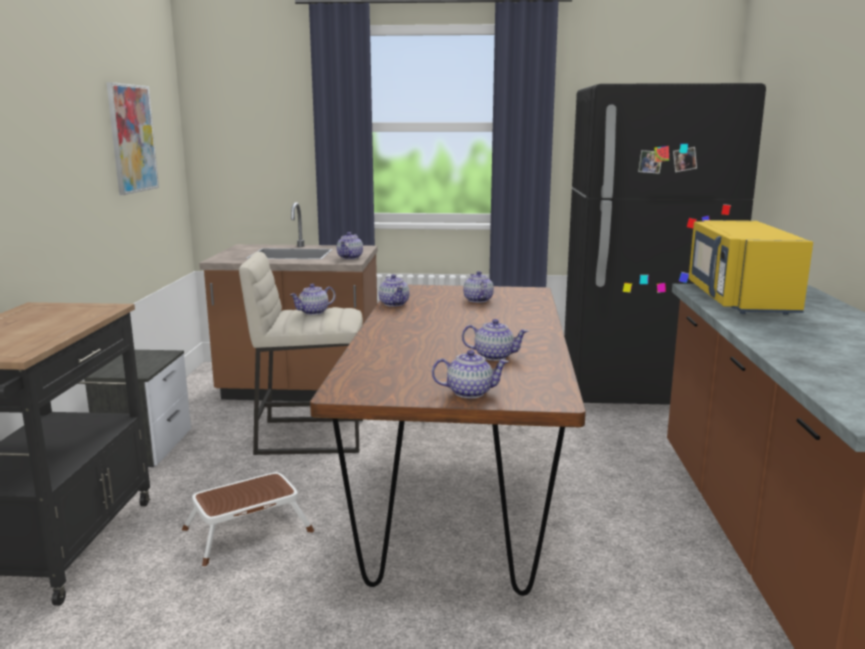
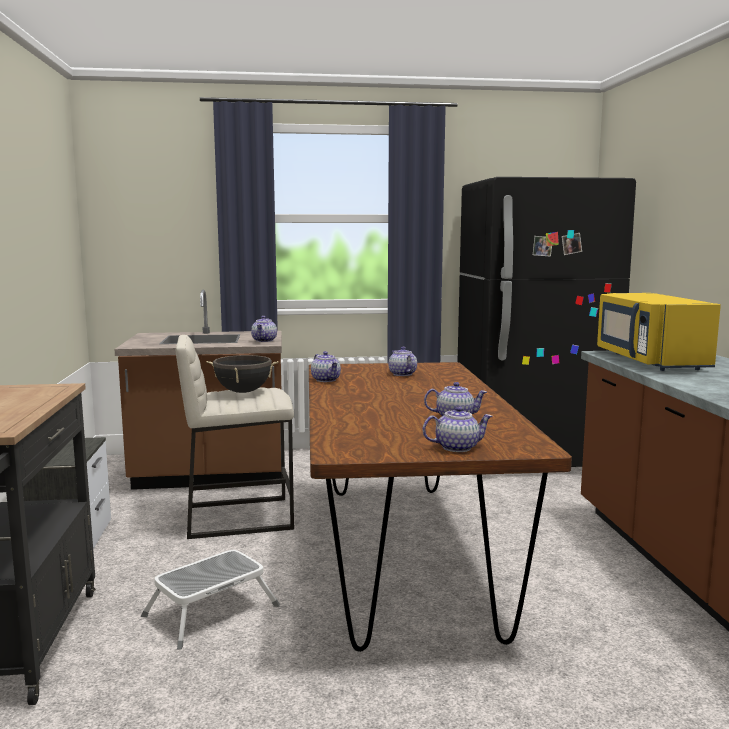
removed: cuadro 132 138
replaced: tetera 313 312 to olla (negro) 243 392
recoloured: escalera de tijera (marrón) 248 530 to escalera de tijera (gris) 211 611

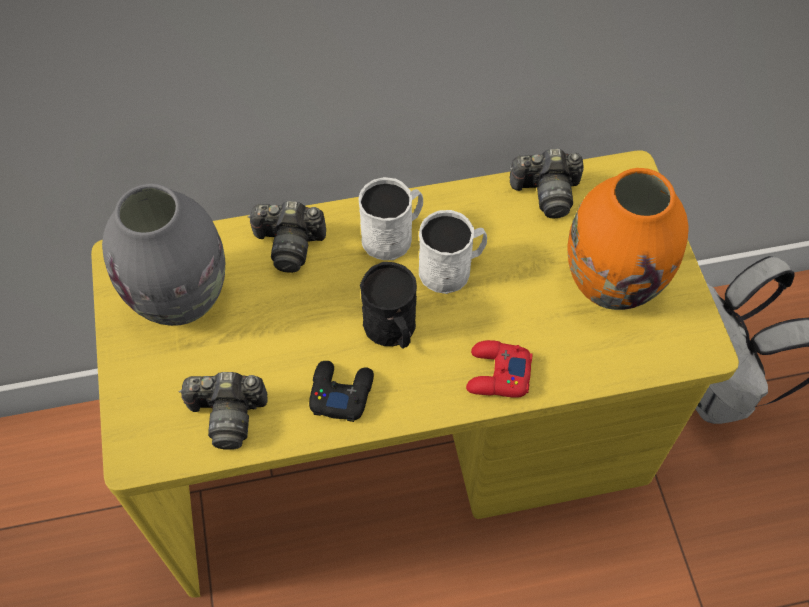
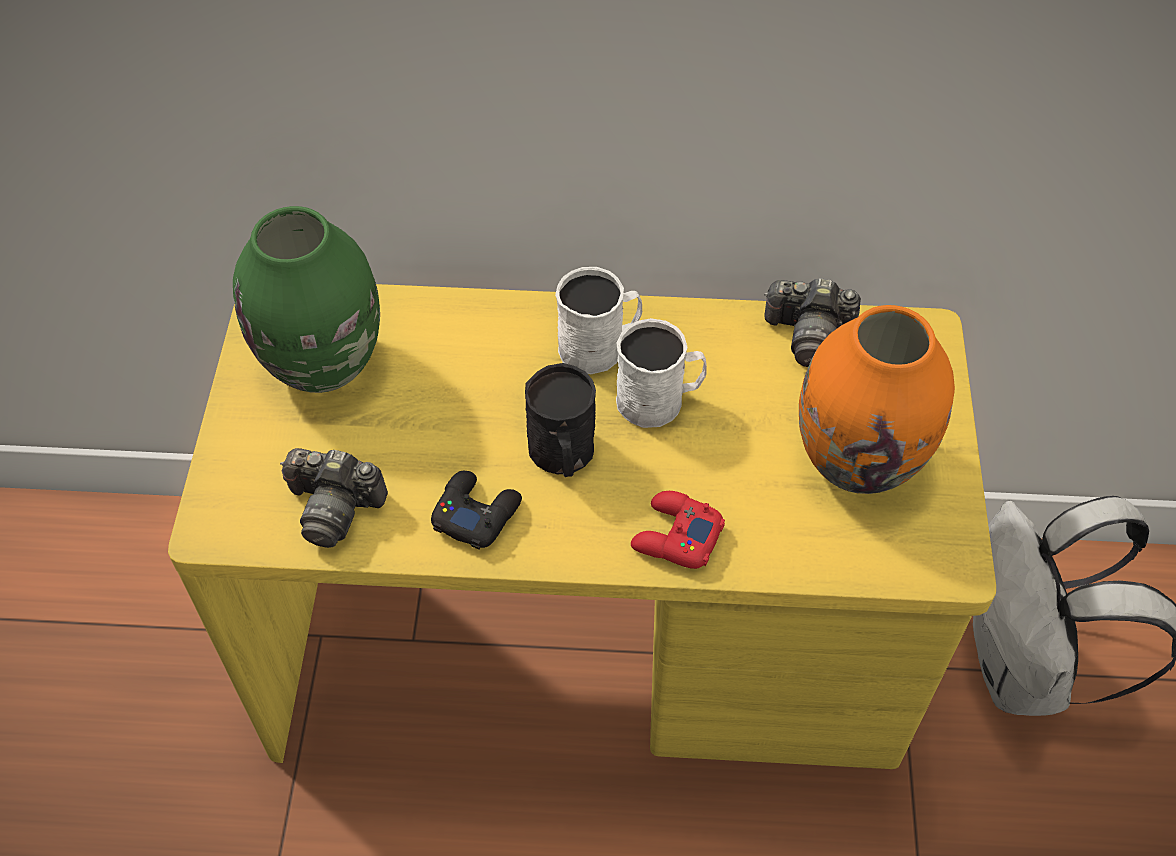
removed: cámara 289 244
recoloured: florero (gris) 182 297 to florero (verde) 324 363

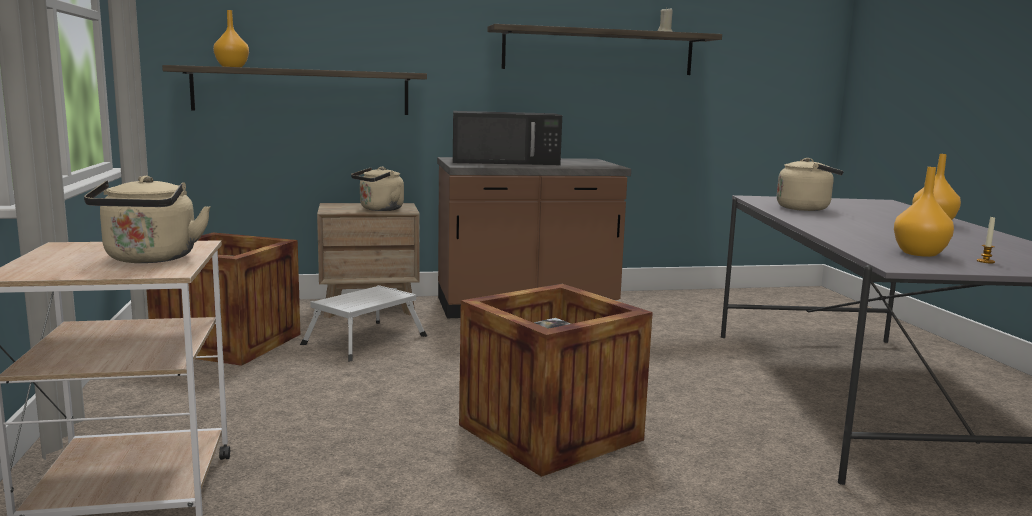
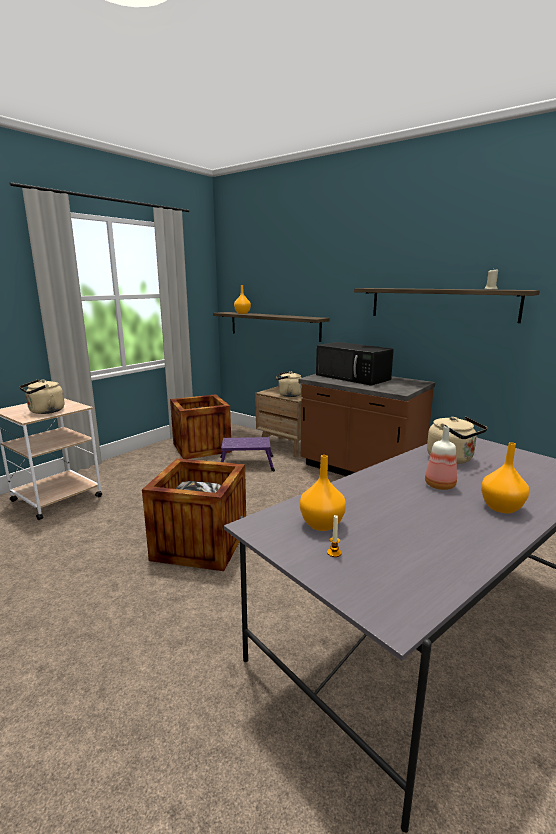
added: botella 441 486
recoloured: escalera de tijera (blanco) 365 340 to escalera de tijera (morado) 247 463

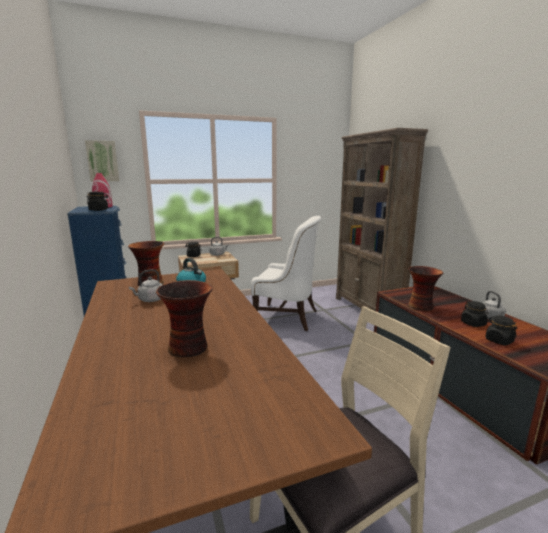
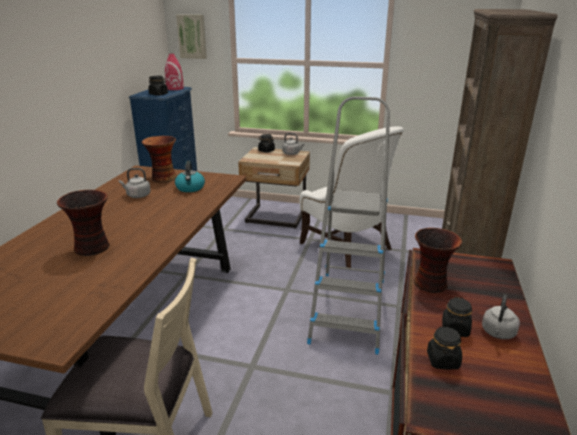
added: escalera de tijera (gris) 349 309

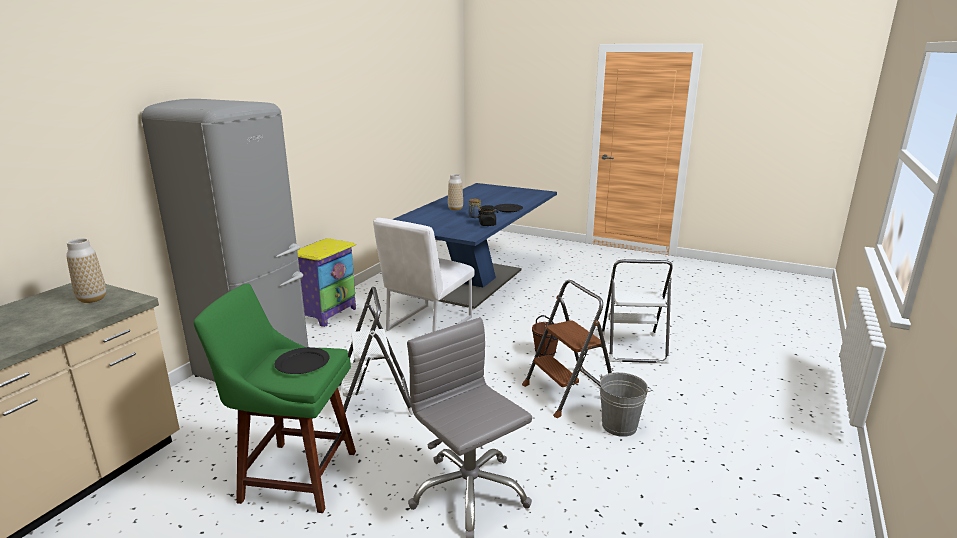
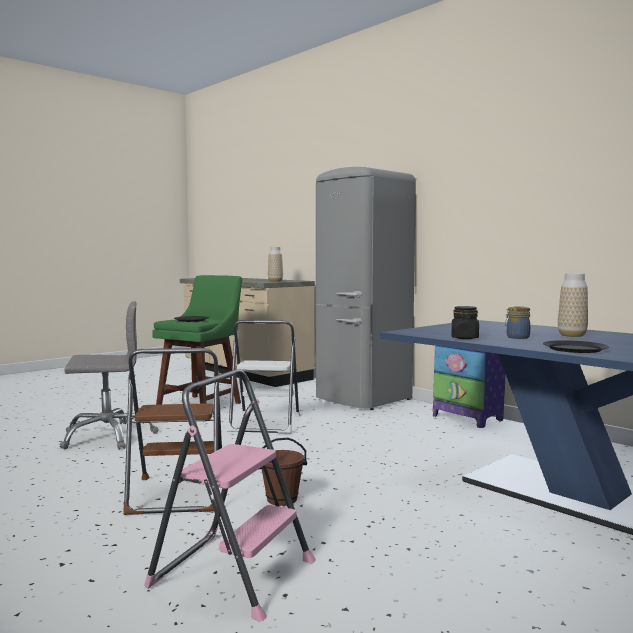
removed: silla (blanco) 427 324; cubo (gris) 619 426
recoloured: escalera de tijera (blanco) 632 349 to escalera de tijera (rosa) 227 571

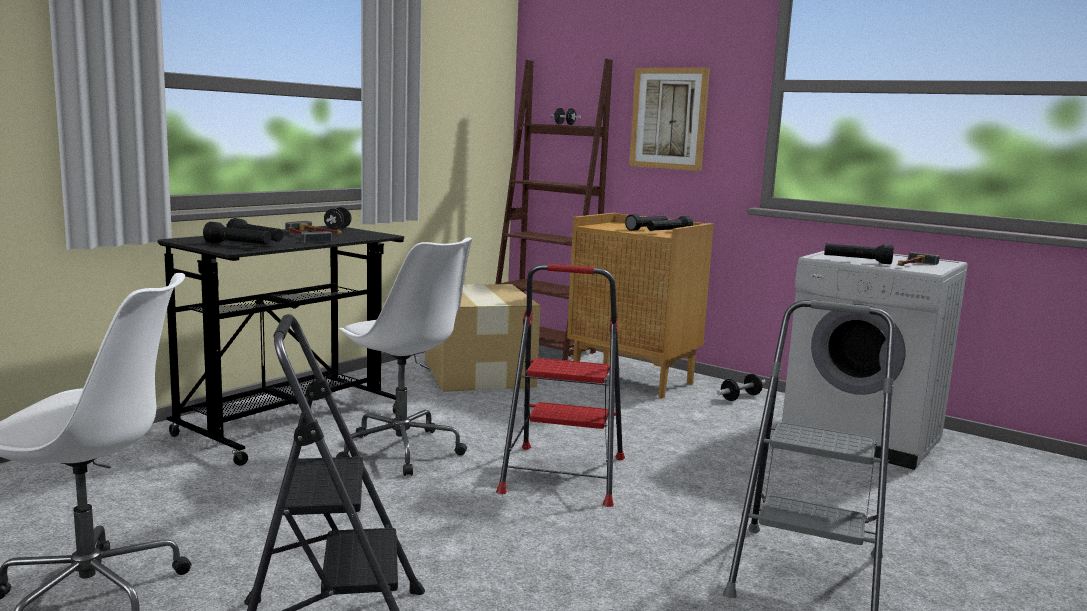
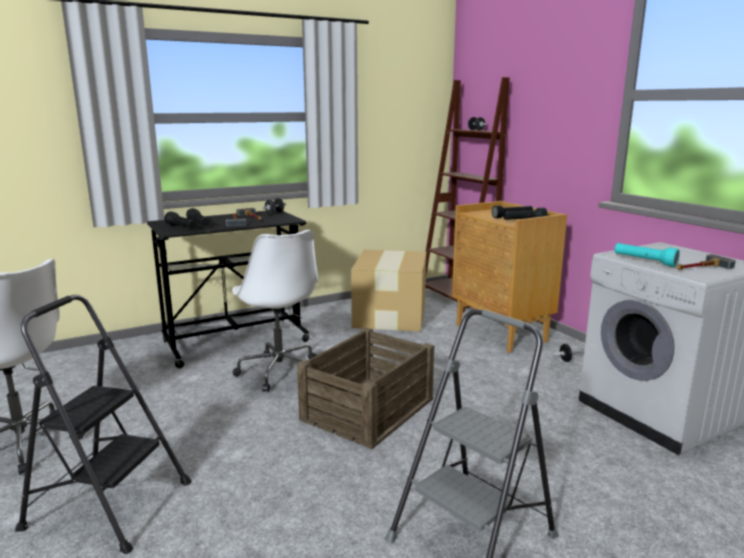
removed: cuadro 668 118
replaced: escalera de tijera (rojo) 562 475 to caja de embalaje 367 409
recoloured: linterna (negro) 857 261 to linterna (turquesa) 644 261

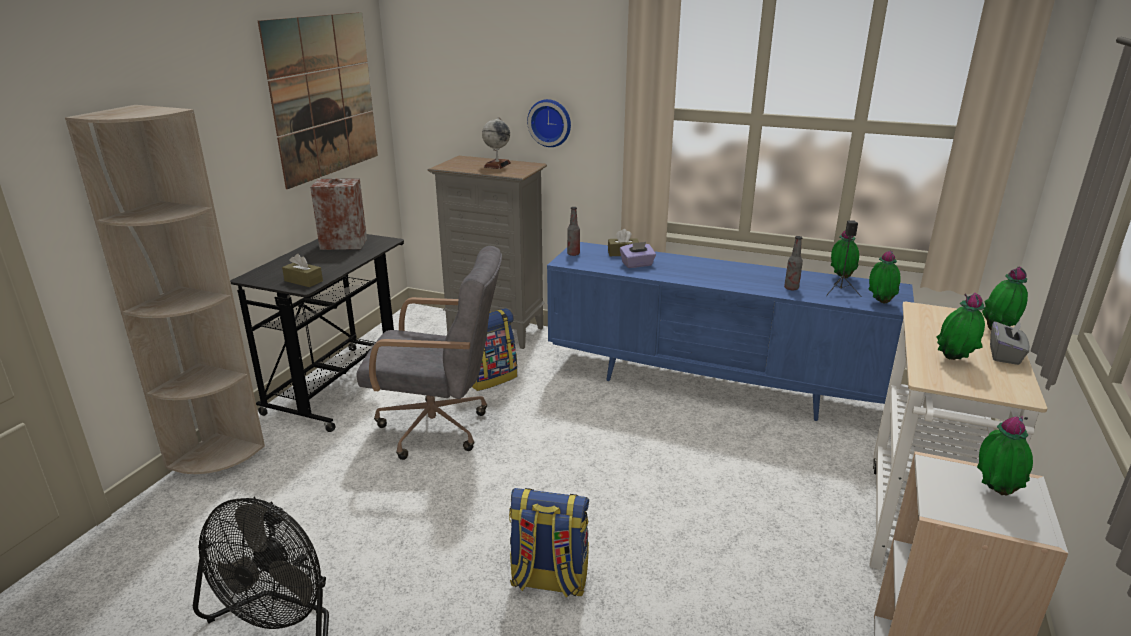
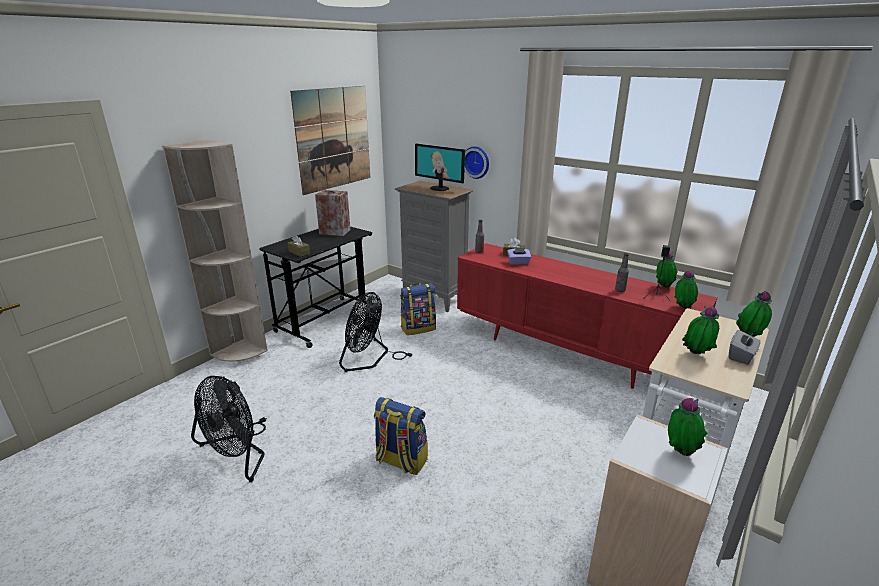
replaced: silla de oficina (gris) 440 430 to ventilador (negro) 373 356; globo terráqueo 497 165 to monitor 440 188
recoloured: armario (azul) 714 386 to armario (rojo) 567 353

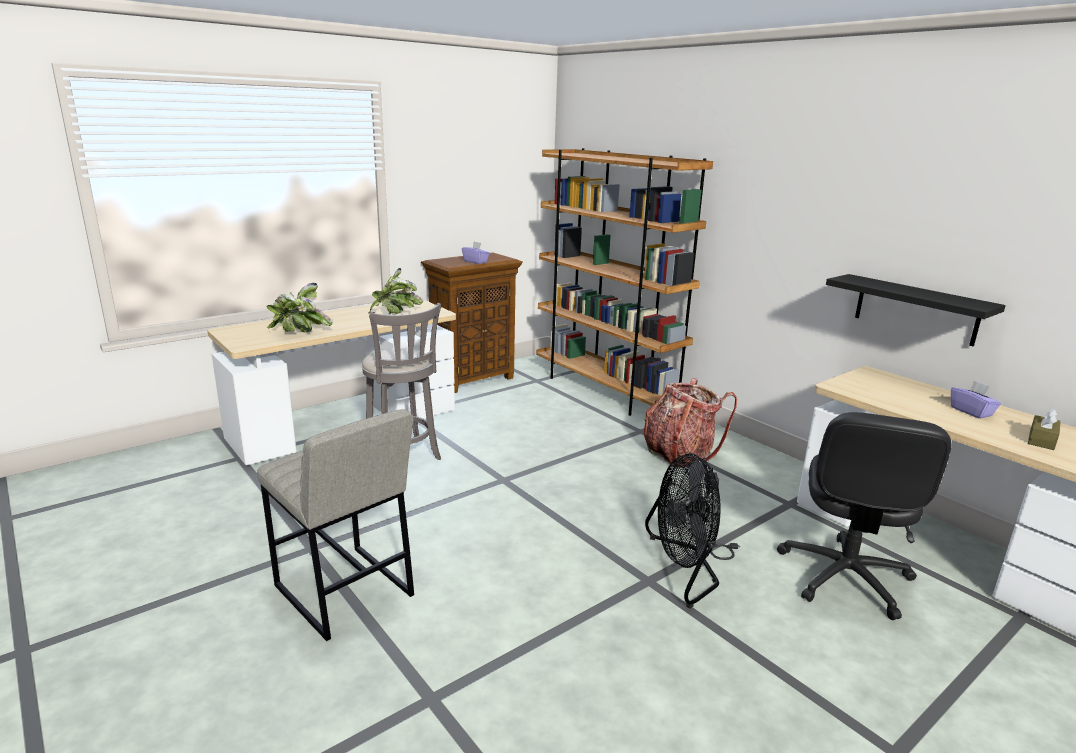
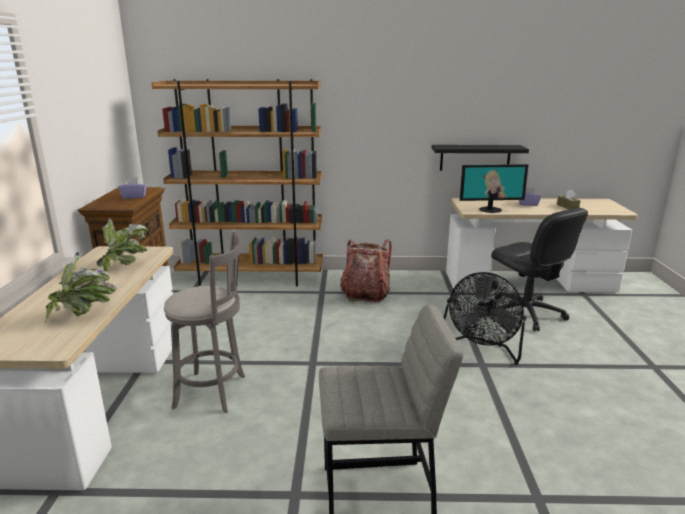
added: monitor 490 209

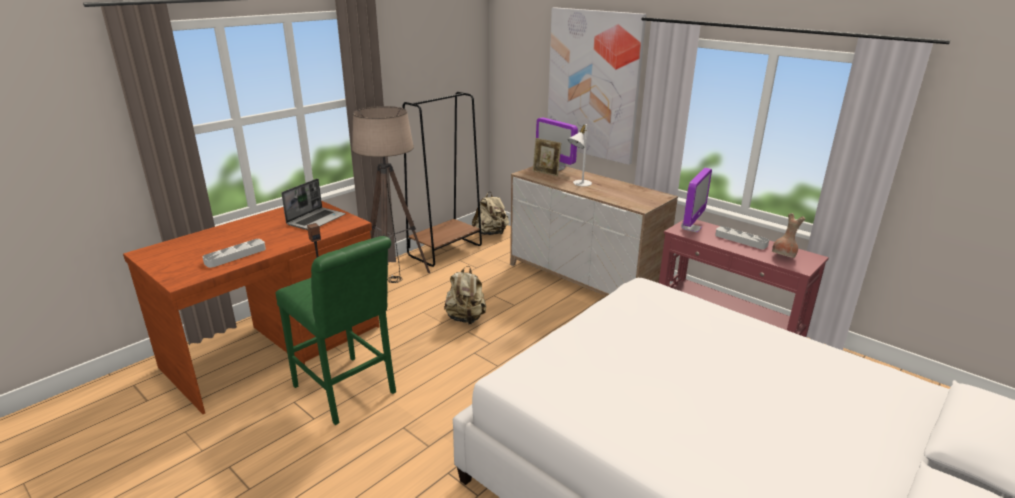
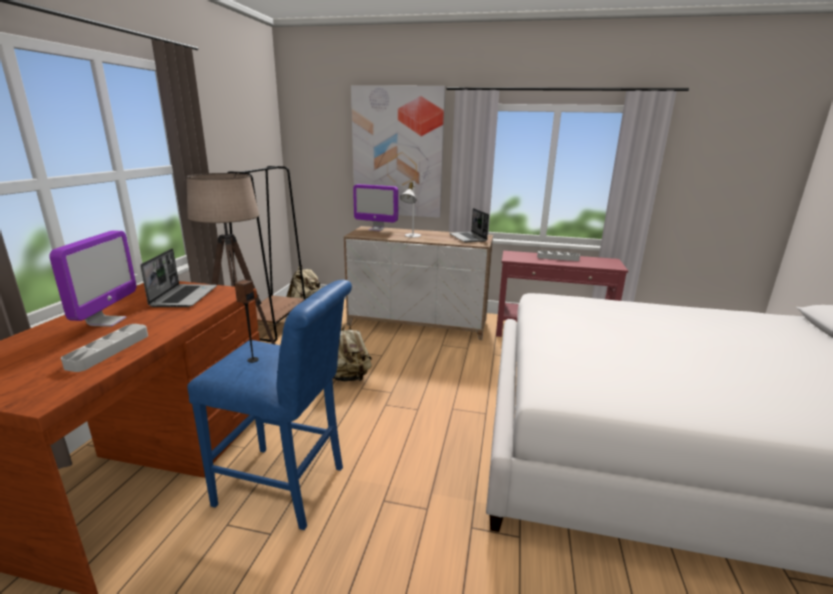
removed: portarretratos 546 173; florero (marrón) 784 257
added: portátil 468 238
moved: monitor 691 228 to 107 321
recoloured: taburete (verde) 347 392 to taburete (azul) 287 488

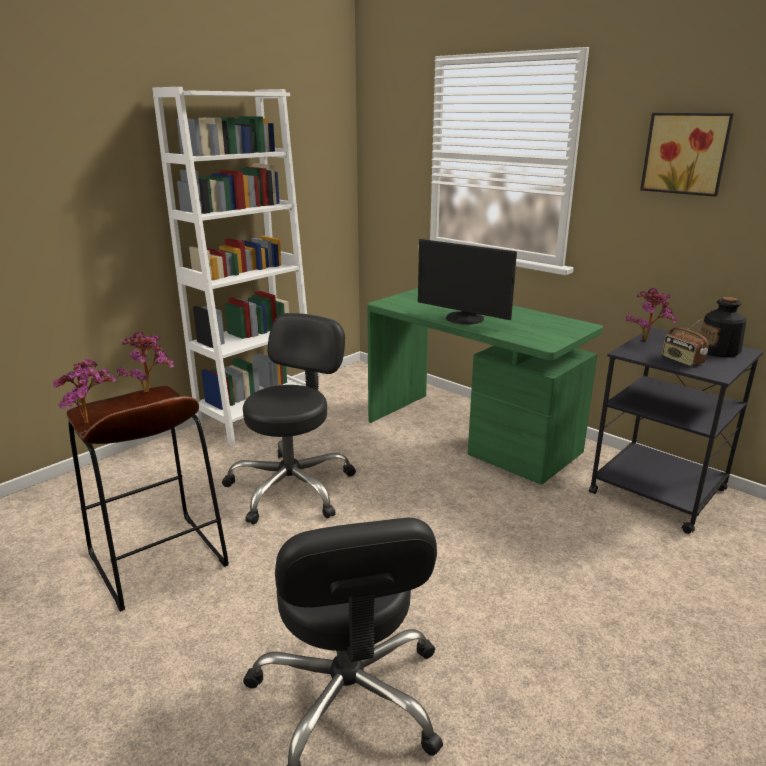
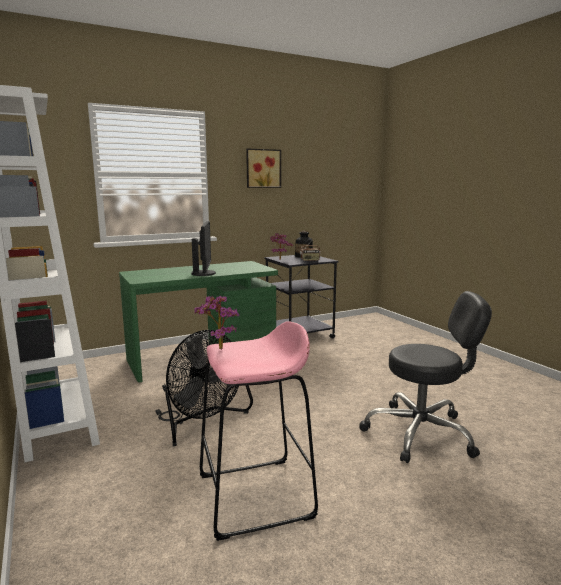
removed: planta en maceta 90 423
replaced: silla de oficina (negro) 294 485 to ventilador (negro) 199 422
recoloured: taburete (marrón) 157 560 to taburete (rosa) 255 496
turned: monitor 463 319 = 204 273 60 degrees counterclockwise

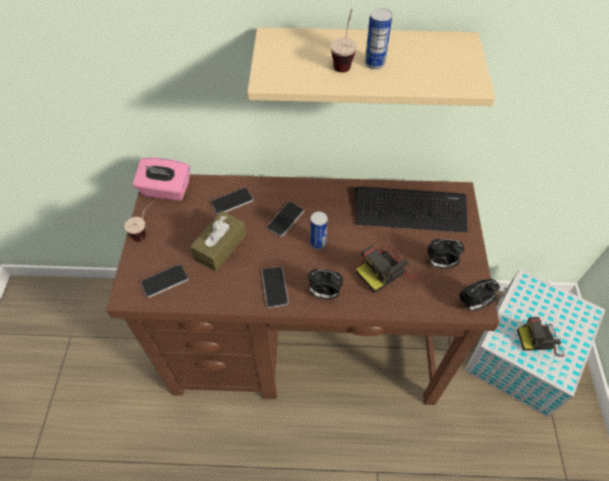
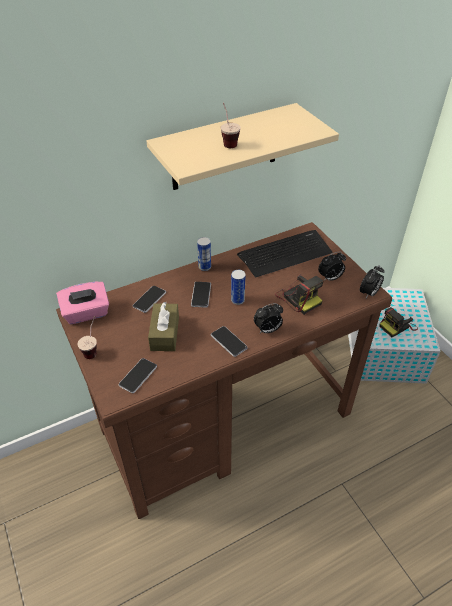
moved: lata 374 63 to 204 267
turned: cámara 386 270 = 298 297 60 degrees counterclockwise

